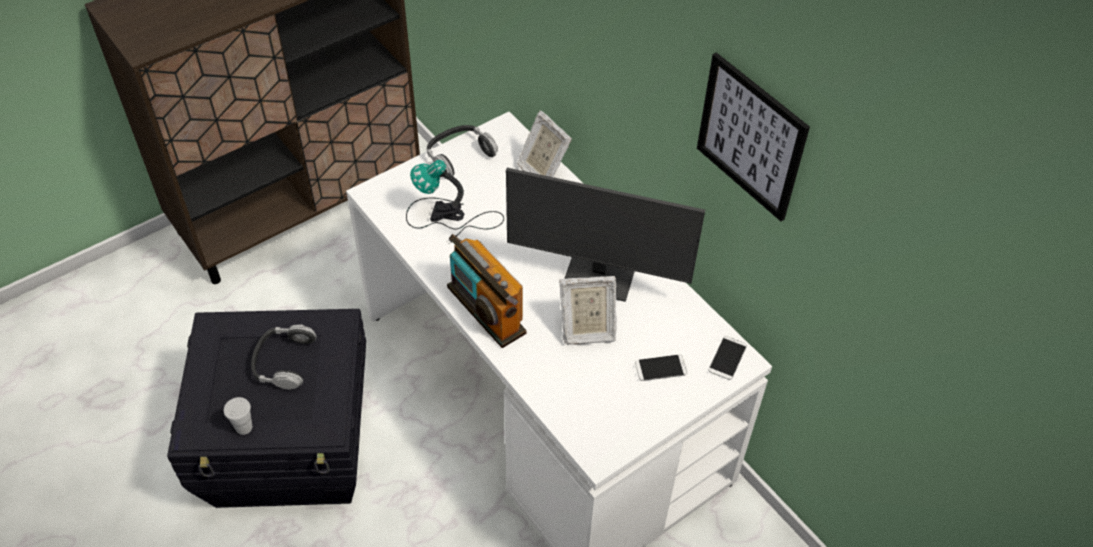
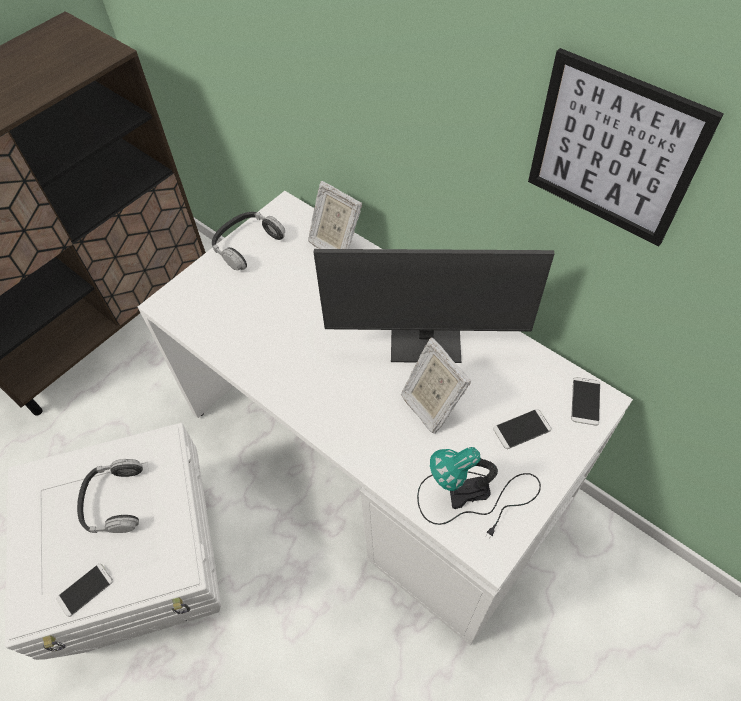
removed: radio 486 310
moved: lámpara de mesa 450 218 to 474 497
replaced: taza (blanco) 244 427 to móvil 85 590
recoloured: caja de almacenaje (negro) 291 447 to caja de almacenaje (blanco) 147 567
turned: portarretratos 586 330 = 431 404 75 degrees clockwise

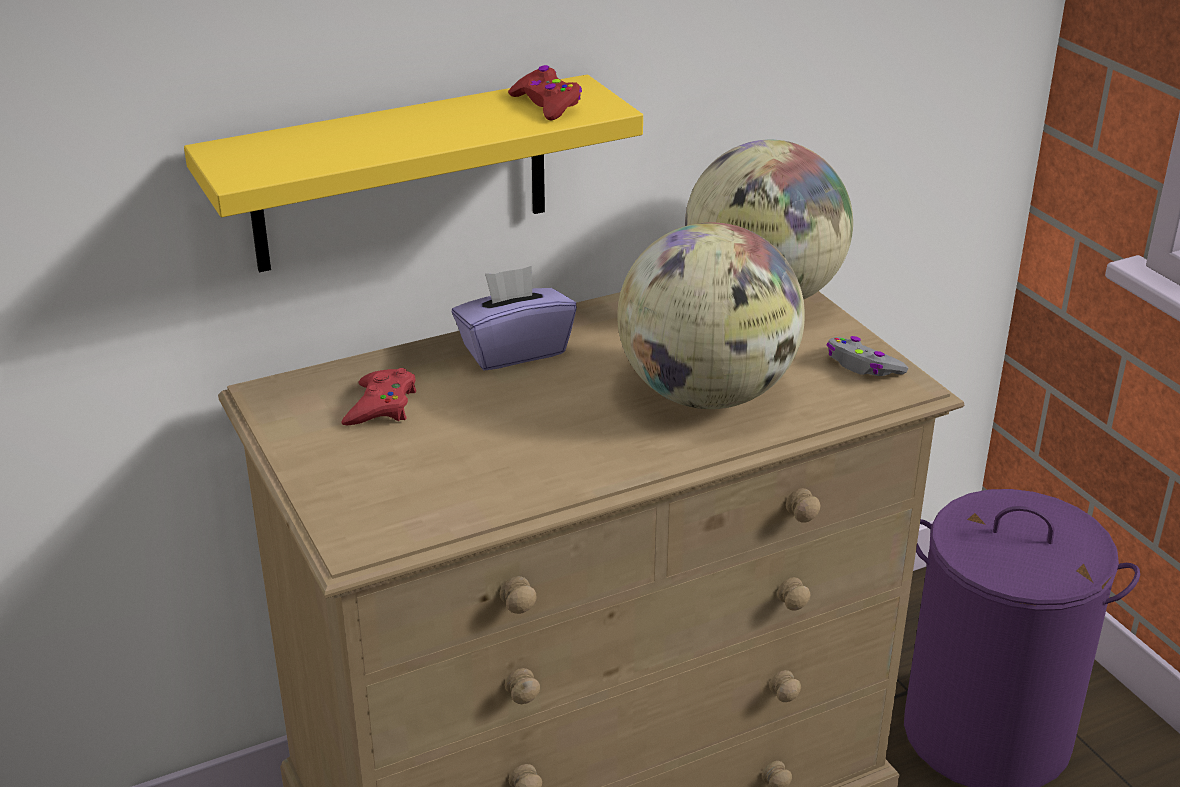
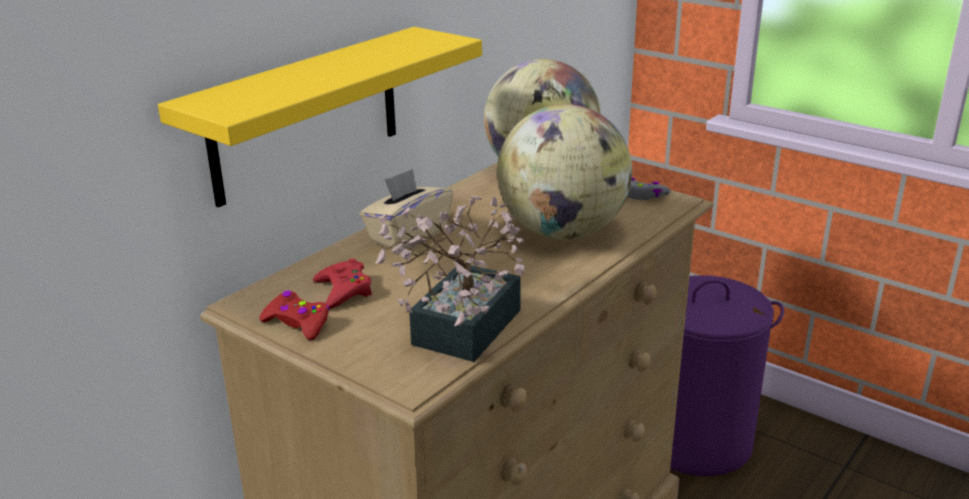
added: planta en maceta 459 333
moved: mando de consola (rojo) 547 104 to 297 323
recoloured: caja de pañuelos (morado) 514 350 to caja de pañuelos (beis) 407 236

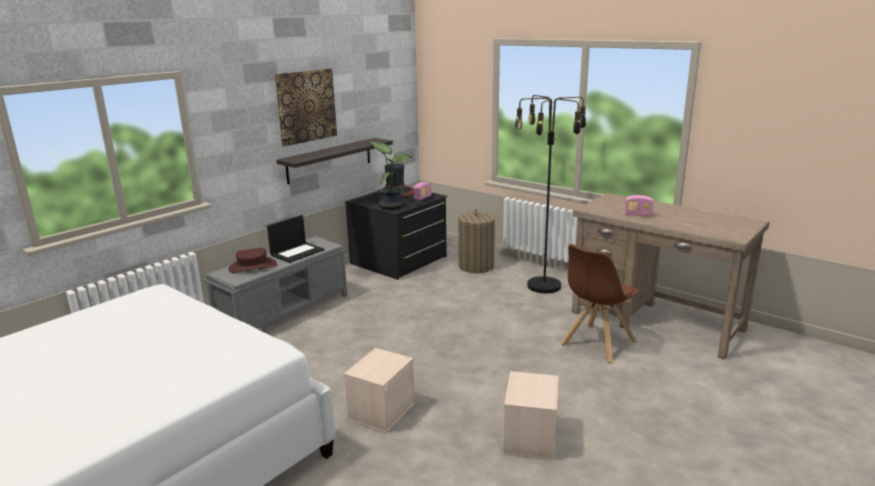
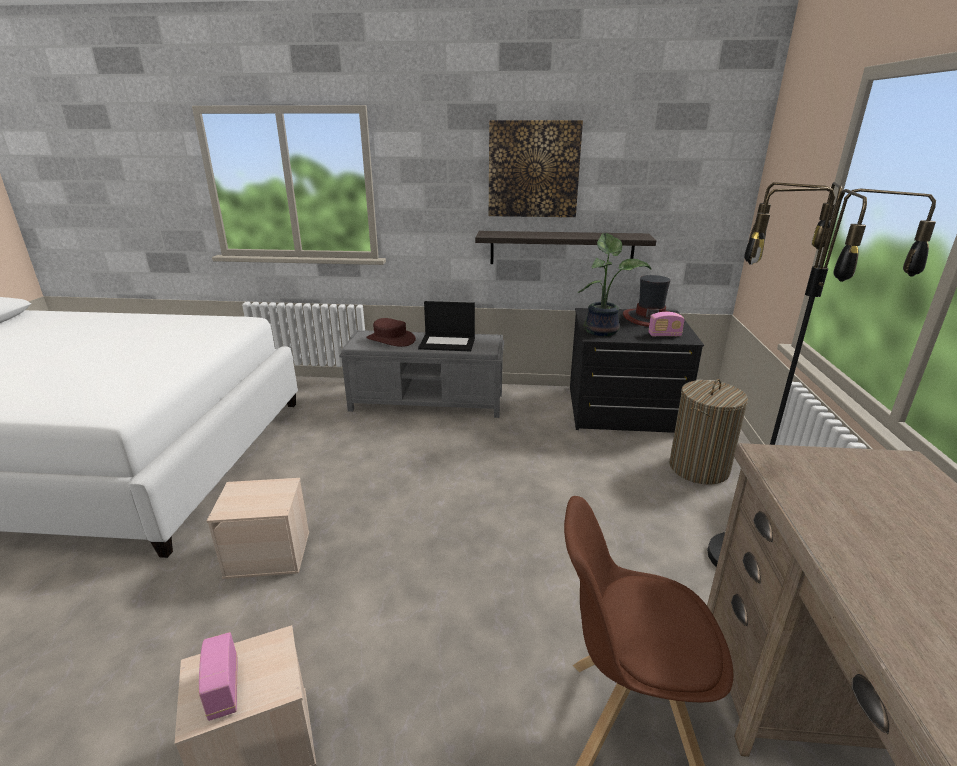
moved: radio 638 215 to 224 689

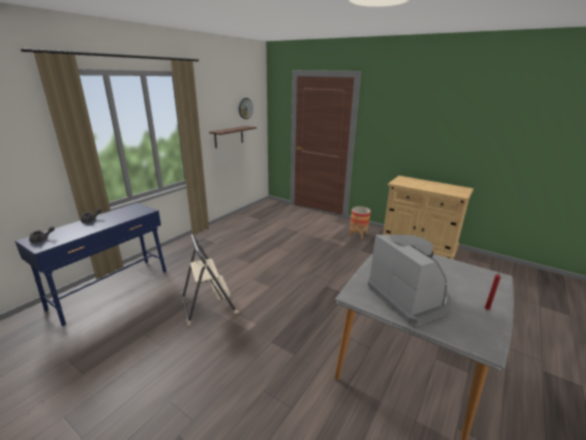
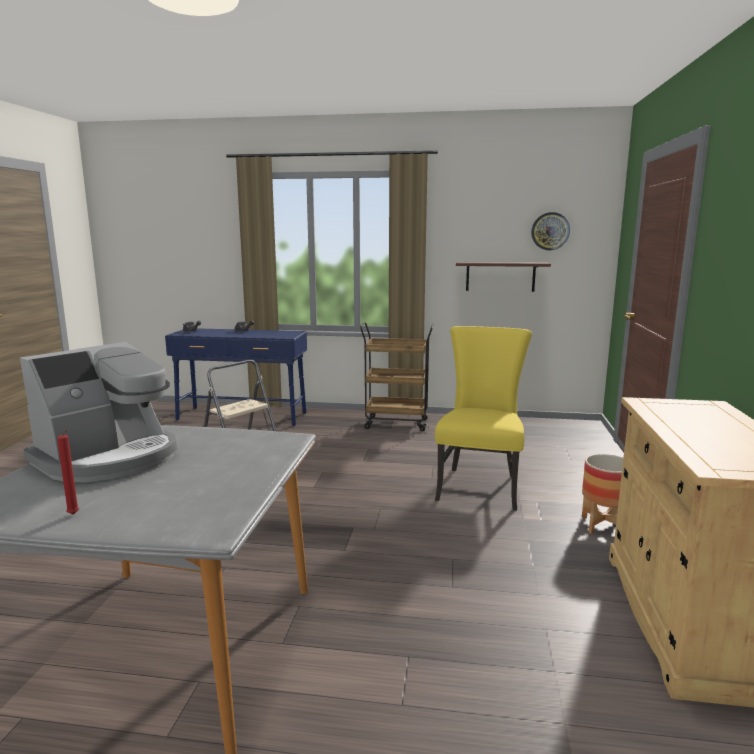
added: carrito (marrón) 397 423; silla (amarillo) 480 485

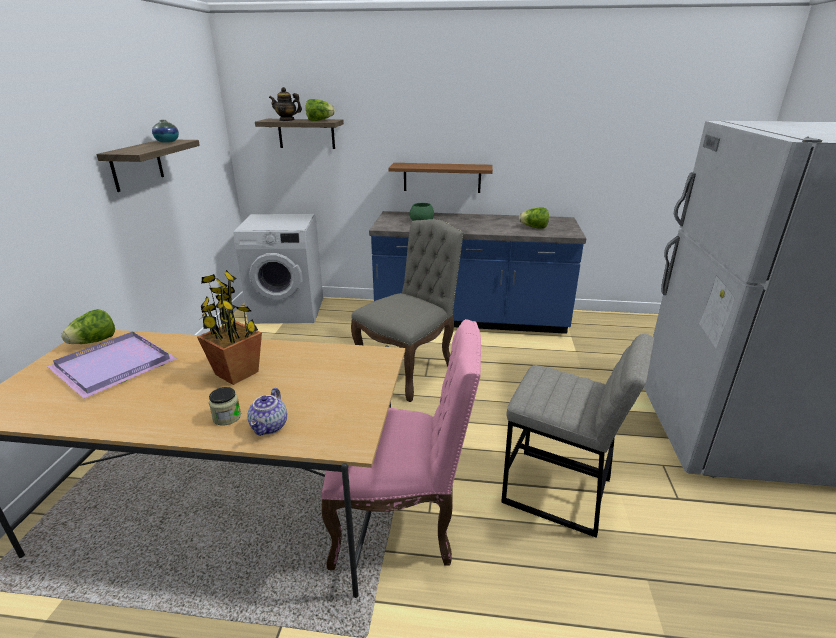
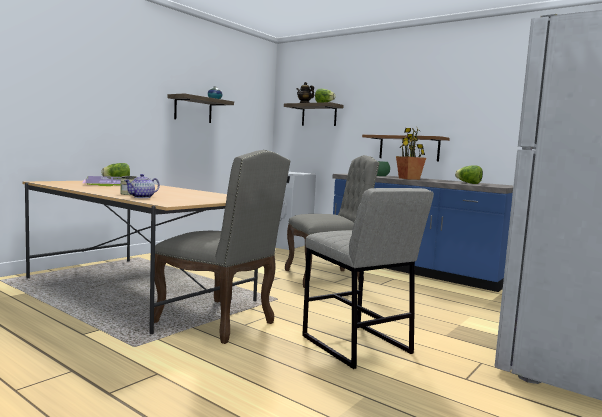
moved: planta en maceta 237 373 to 409 179
recoloured: silla (rosa) 399 523 to silla (gris) 218 322

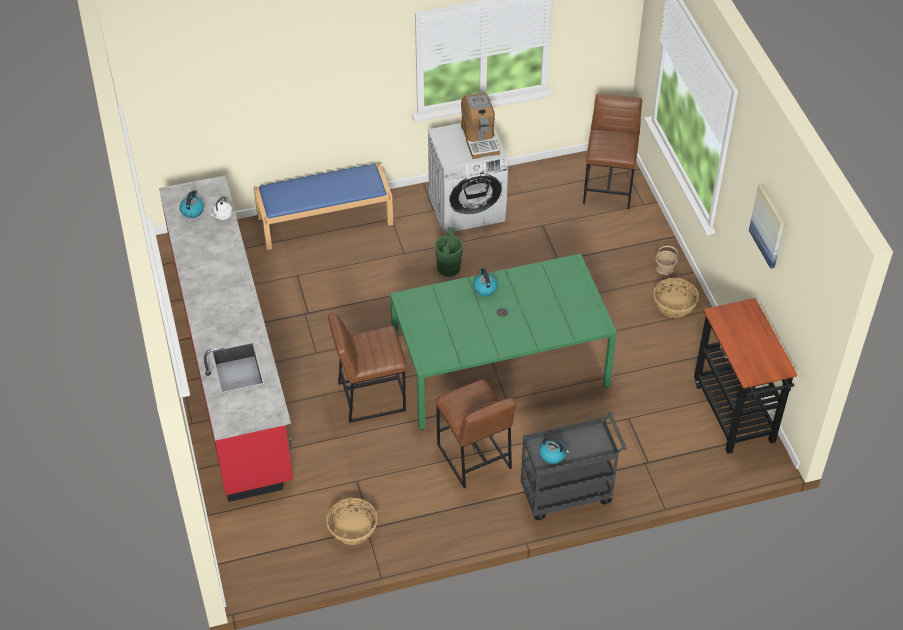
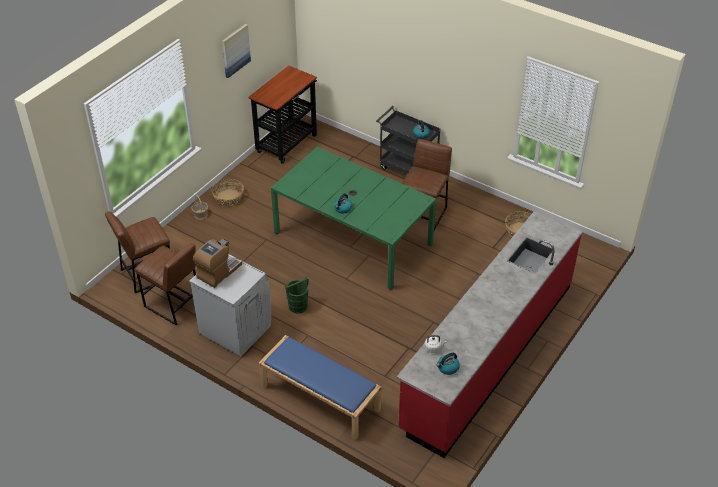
moved: silla (marrón) 370 397 to 174 304

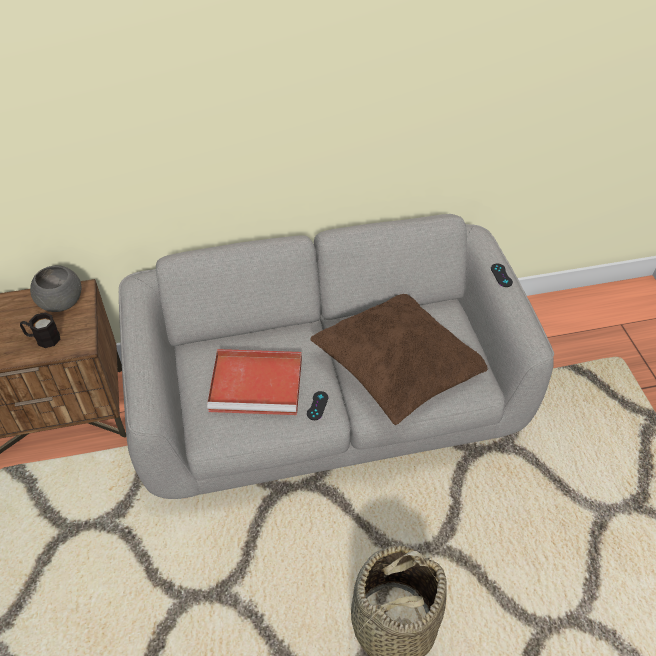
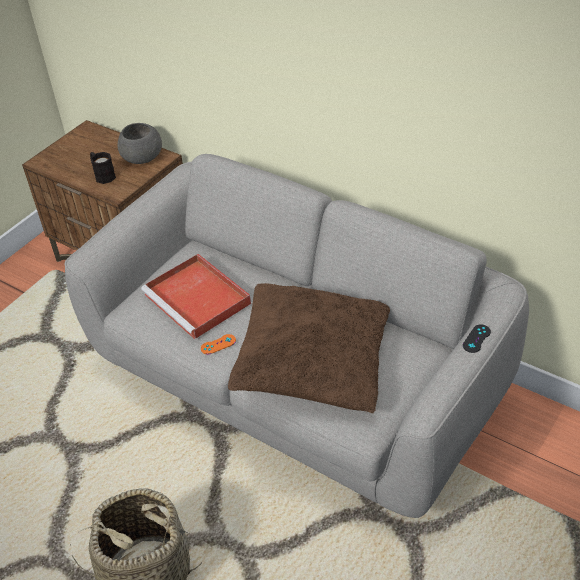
recoloured: mando de consola (negro) 317 405 to mando de consola (naranja) 218 344

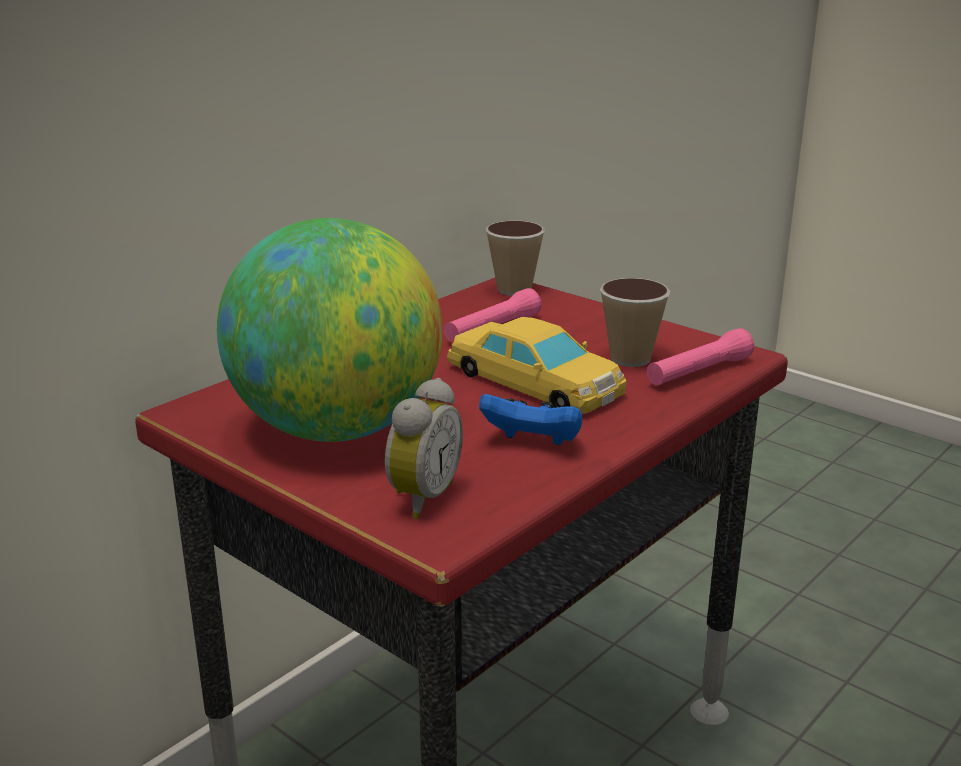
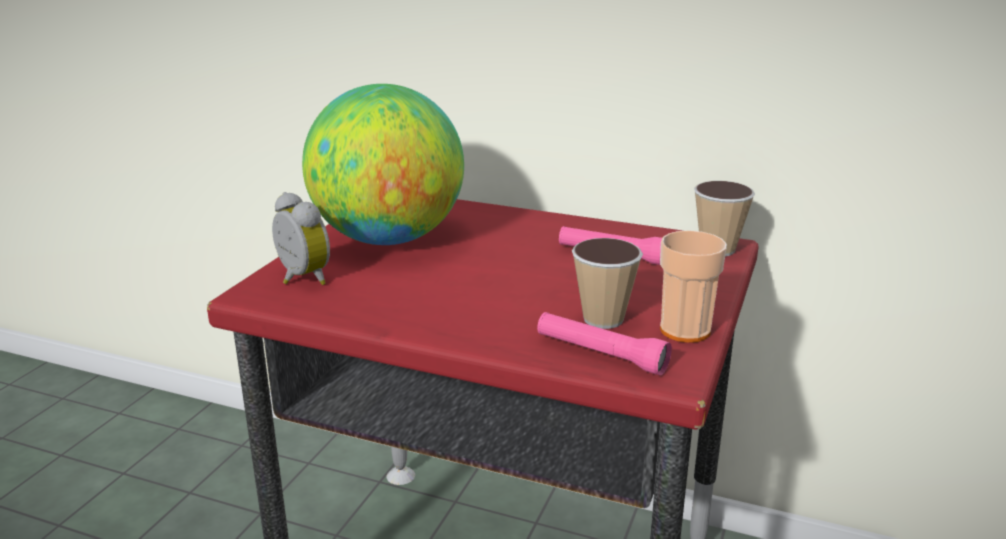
removed: coche de juguete (amarillo) 535 382; mando de consola (azul) 533 443
added: taza 685 330
turned: despertador 420 498 = 300 279 135 degrees counterclockwise

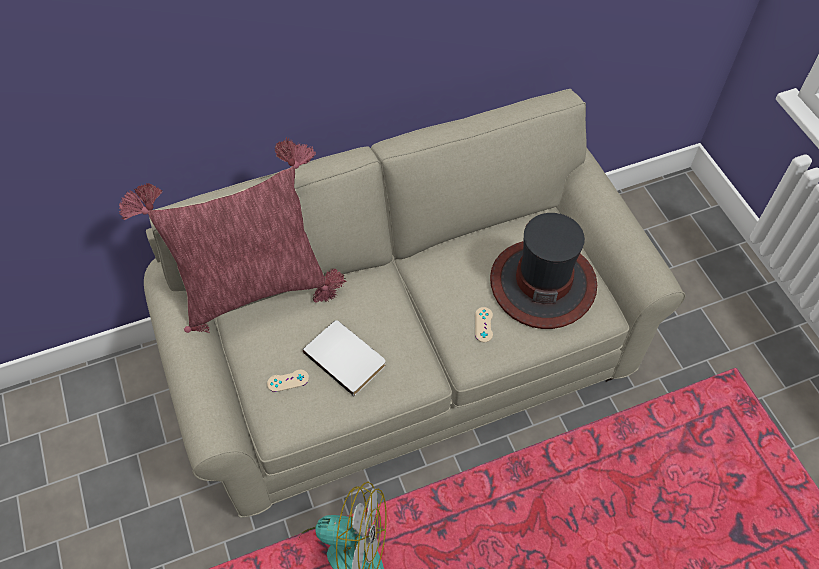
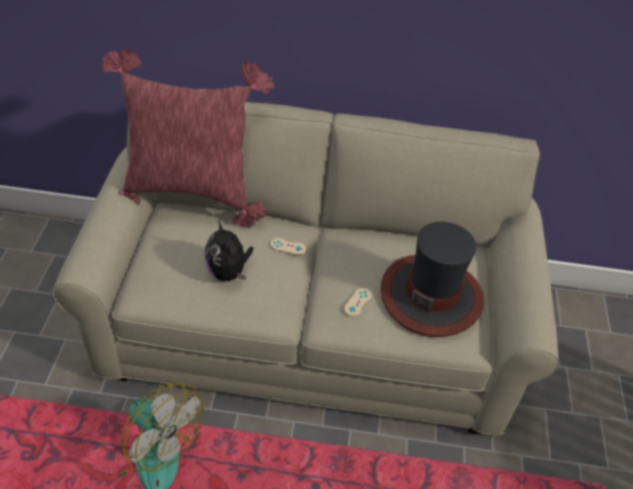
moved: mando de consola (beis) 288 381 to 288 246
replaced: libro (blanco) 346 357 to peluche 228 272

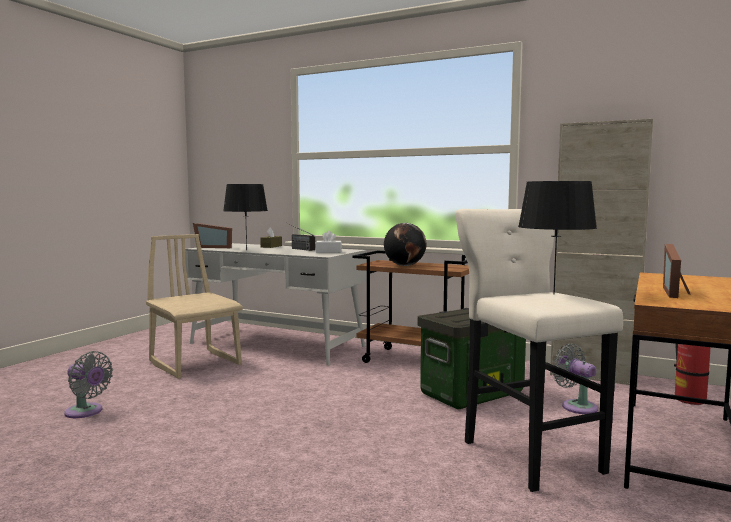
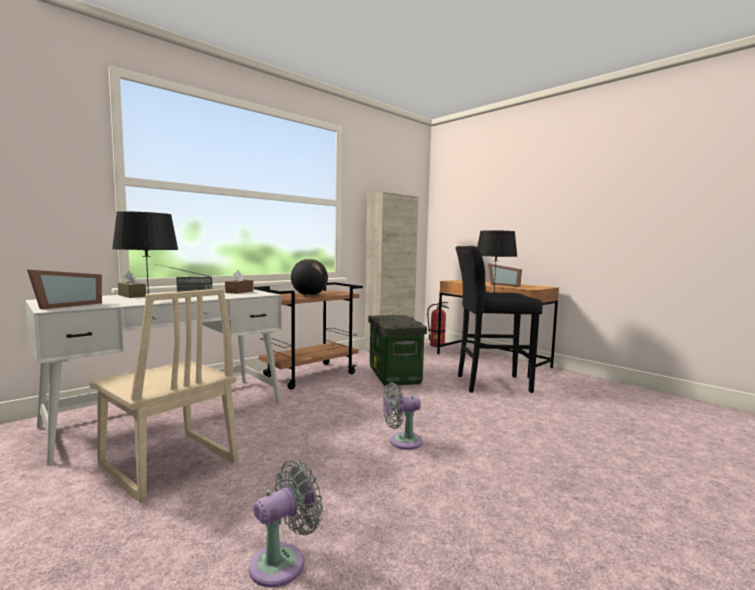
moved: ventilador (gris) 576 406 to 402 442
recoloured: caja de pañuelos (blanco) 328 252 to caja de pañuelos (marrón) 239 292; taburete (beis) 528 453 to taburete (negro) 489 384
turned: silla (beis) 196 363 = 167 465 120 degrees counterclockwise

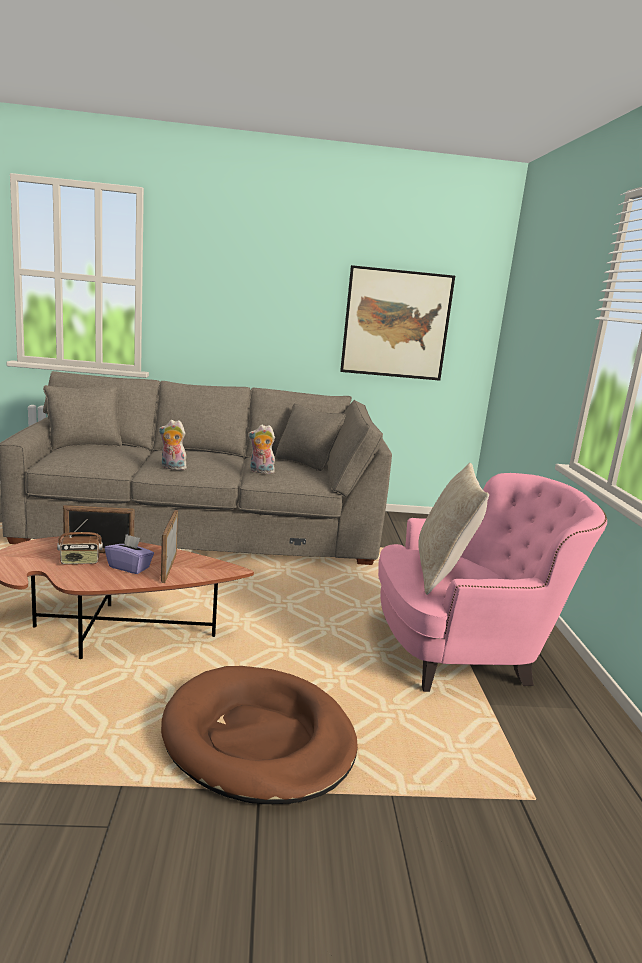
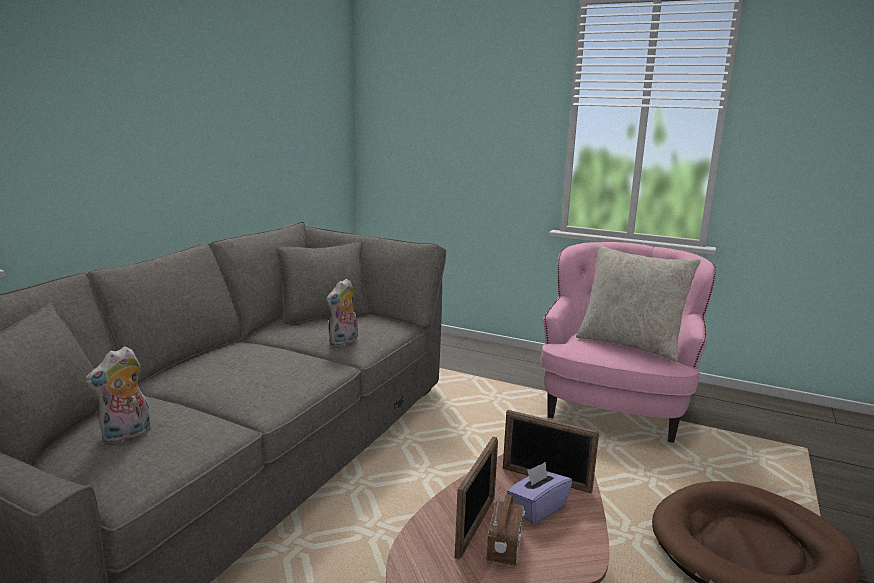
removed: cuadro 396 324
moved: peluche 172 468 to 126 435

